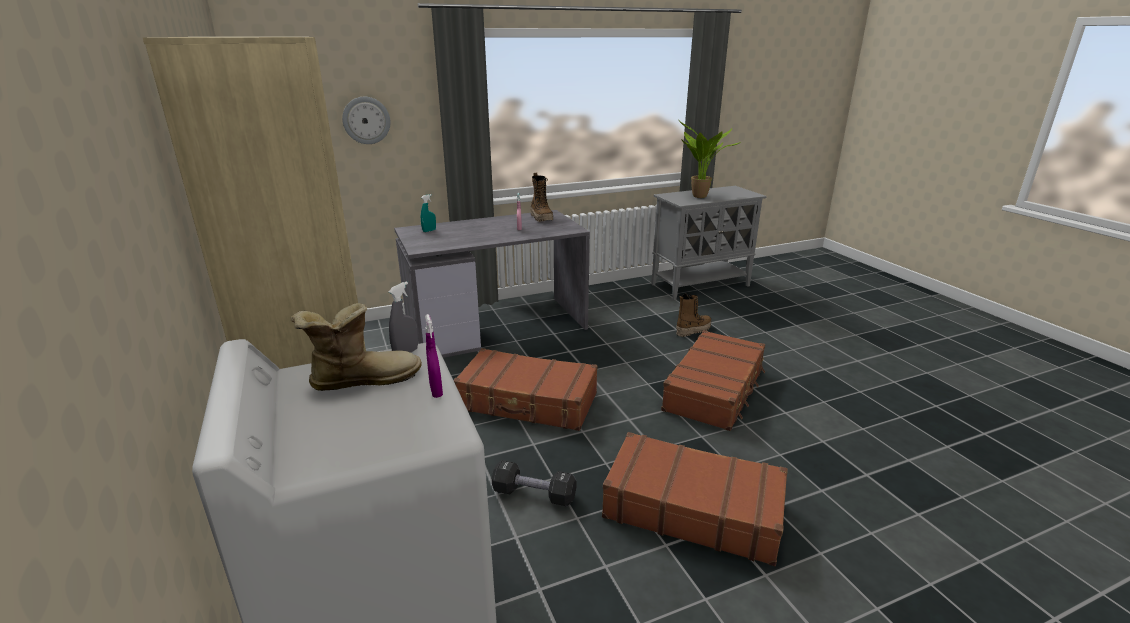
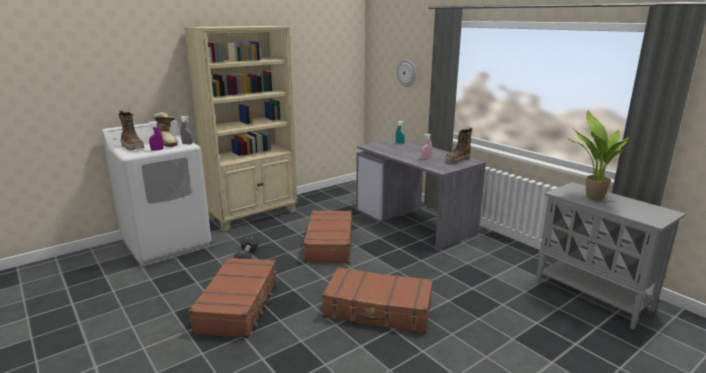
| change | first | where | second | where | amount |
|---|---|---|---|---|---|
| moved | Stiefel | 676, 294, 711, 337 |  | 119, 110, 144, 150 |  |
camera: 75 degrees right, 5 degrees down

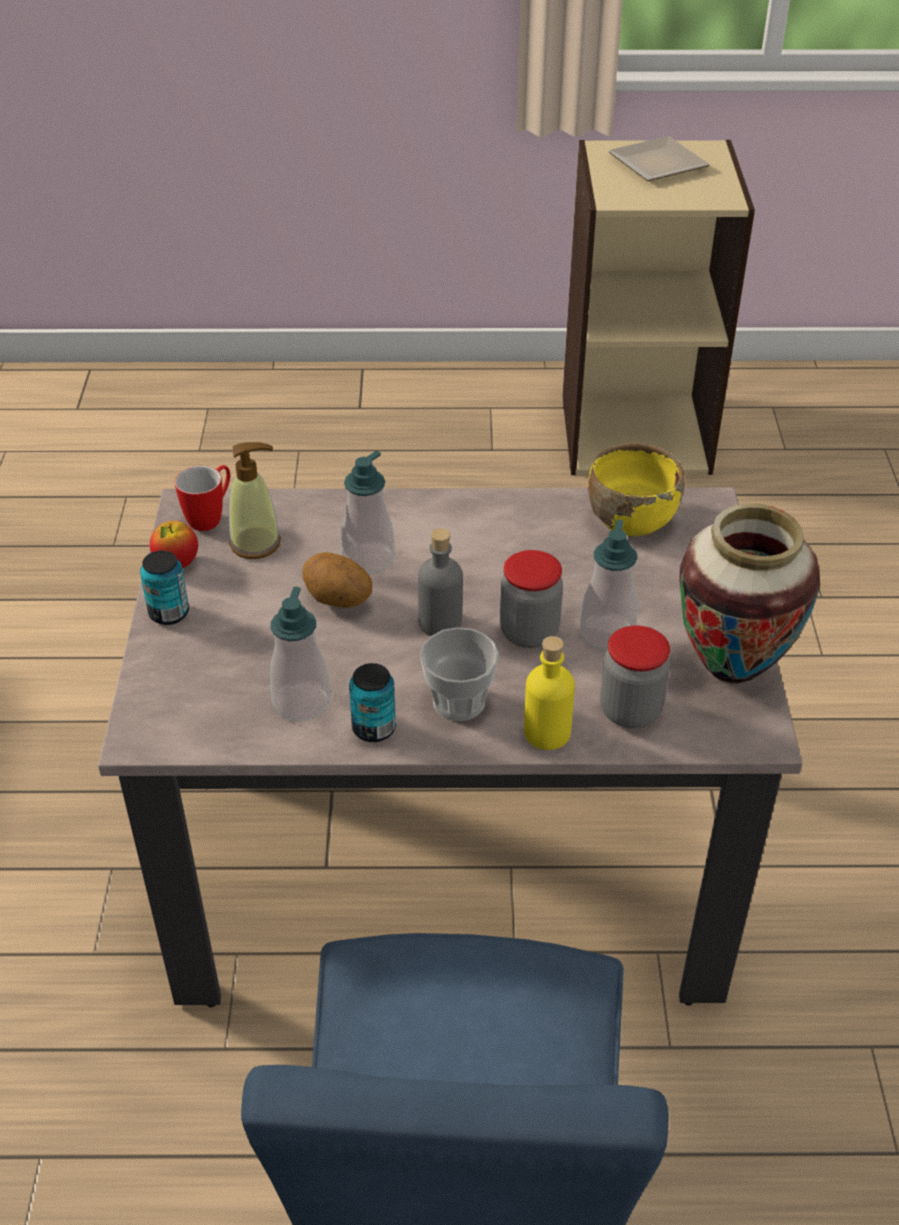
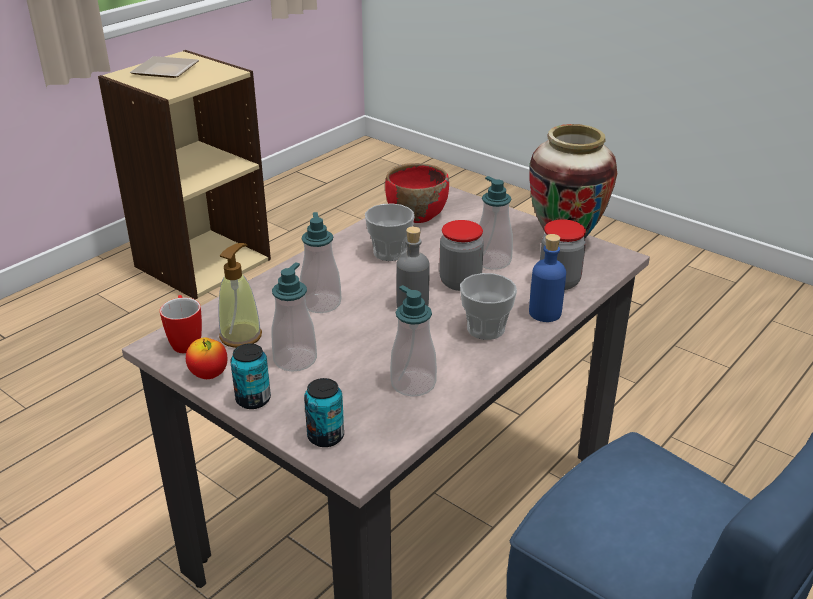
| change | first | where | second | where | amount |
|---|---|---|---|---|---|
| removed | Kartoffel | 303, 552, 372, 608 |  |  |  |
| moved | Dose | 349, 663, 396, 742 |  | 304, 378, 344, 447 |  |
| recoloured | Flasche (gelb) | 524, 636, 575, 750 | Flasche (blau) | 529, 234, 566, 322 |  |
| recoloured | Schüssel (gelb) | 588, 442, 685, 536 | Schüssel (rot) | 385, 163, 449, 223 |  |
| added |  |  | Seifenspender | 271, 263, 317, 372 |  |
| added |  |  | Tasse | 365, 203, 414, 261 |  |
camera: 50 degrees left, 10 degrees down

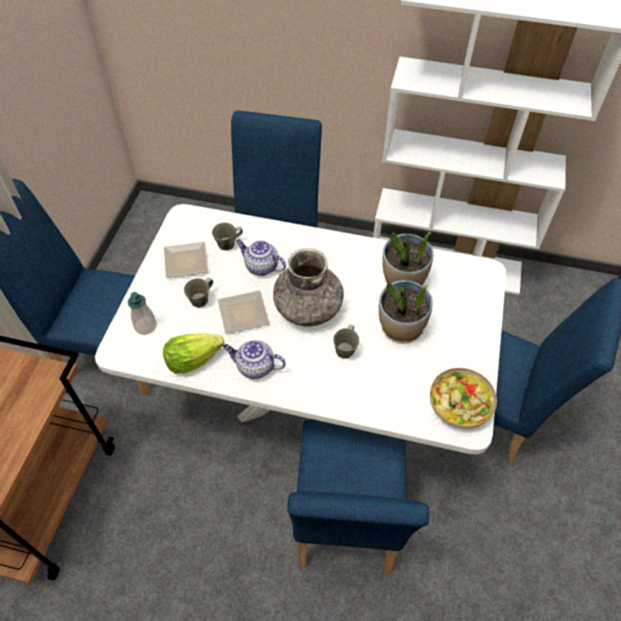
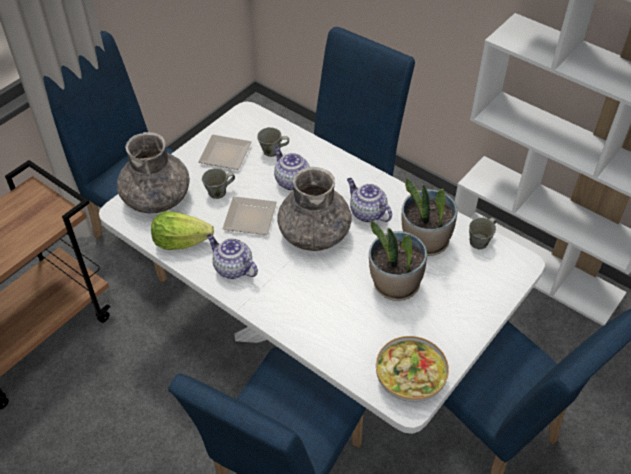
| change | first | where | second | where | amount |
|---|---|---|---|---|---|
| replaced | Seifenspender | 128, 292, 157, 335 | Vase (grau) | 117, 132, 190, 213 |  |
| moved | Henkelbecher (grau) | 333, 325, 359, 358 |  | 469, 218, 496, 250 |  |
| added |  |  | Teekanne | 347, 178, 392, 222 |  |
camera: 25 degrees right, 5 degrees down

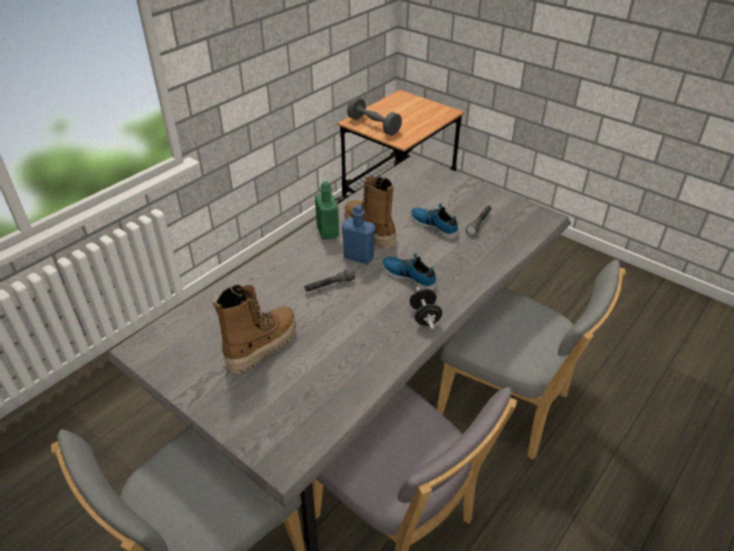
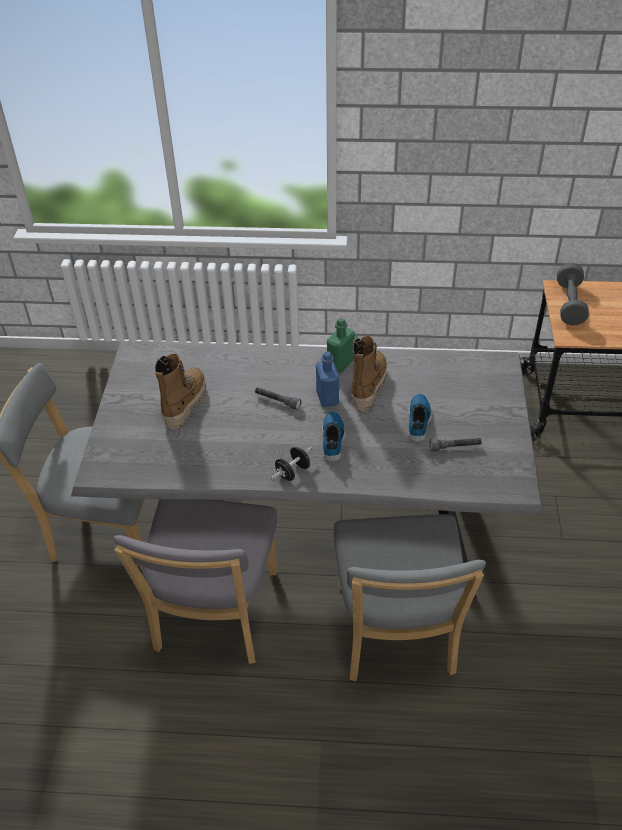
| change | first | where | second | where | amount |
|---|---|---|---|---|---|
| turned | Stiefel | 213, 284, 296, 374 |  | 155, 354, 206, 429 | 75 degrees counterclockwise |
camera: 55 degrees right, 5 degrees up

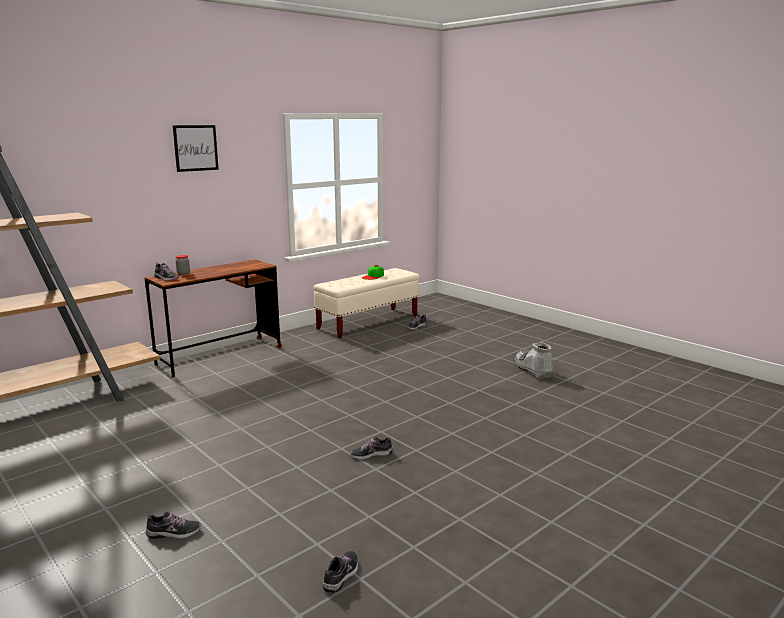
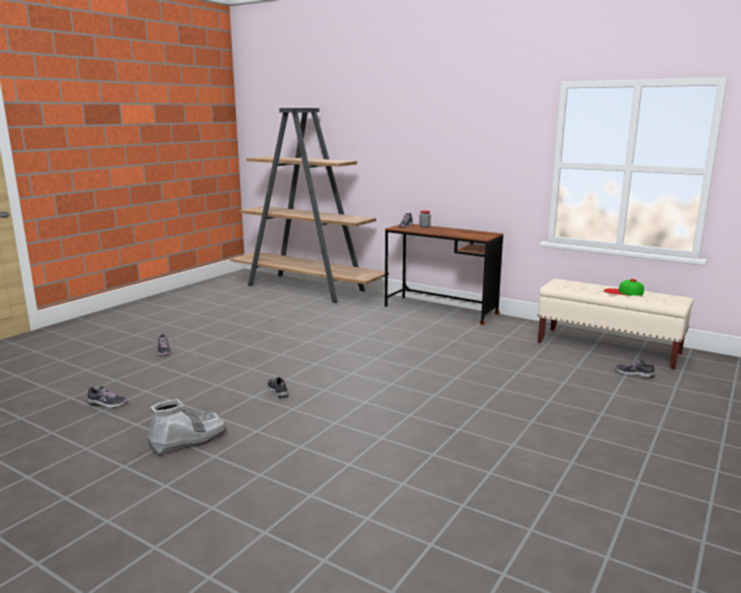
| change | first | where | second | where | amount |
|---|---|---|---|---|---|
| removed | Bild | 173, 125, 219, 172 |  |  |  |
| moved | Stiefel (grau) | 515, 342, 555, 380 |  | 148, 399, 227, 456 |  |
camera: 75 degrees right, 0 degrees up

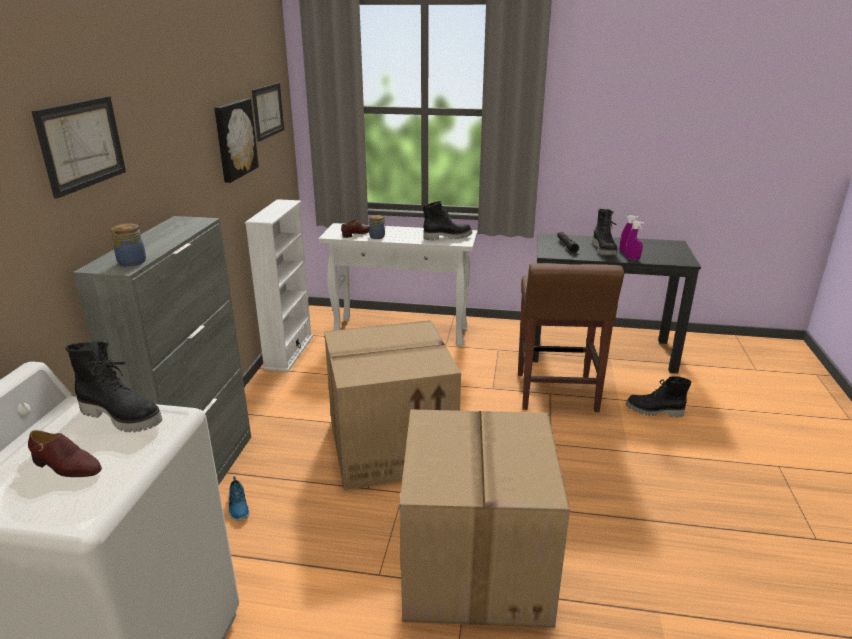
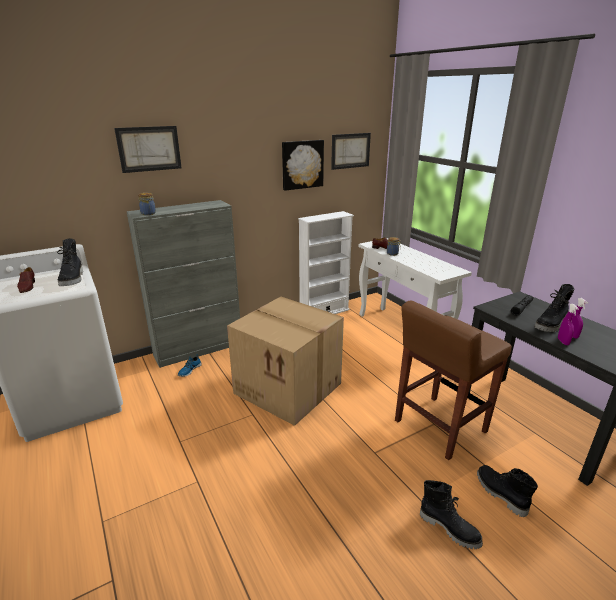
| change | first | where | second | where | amount |
|---|---|---|---|---|---|
| removed | Karton | 399, 409, 570, 628 |  |  |  |
| moved | Stiefel (schwarz) | 423, 201, 472, 240 |  | 420, 480, 483, 549 |  |
camera: 50 degrees right, 0 degrees up

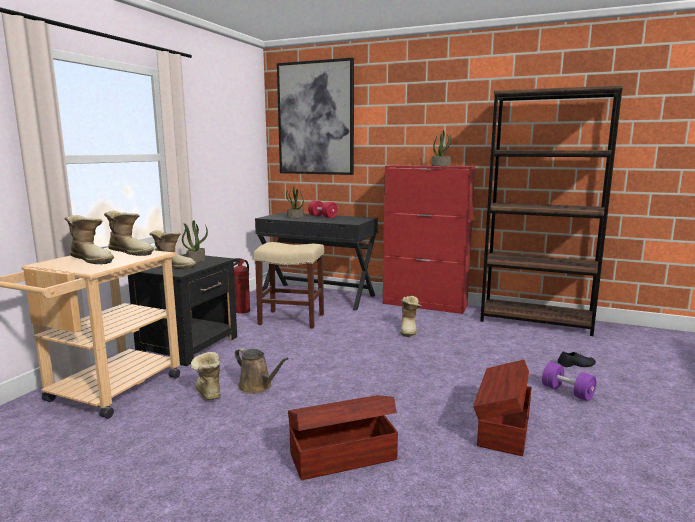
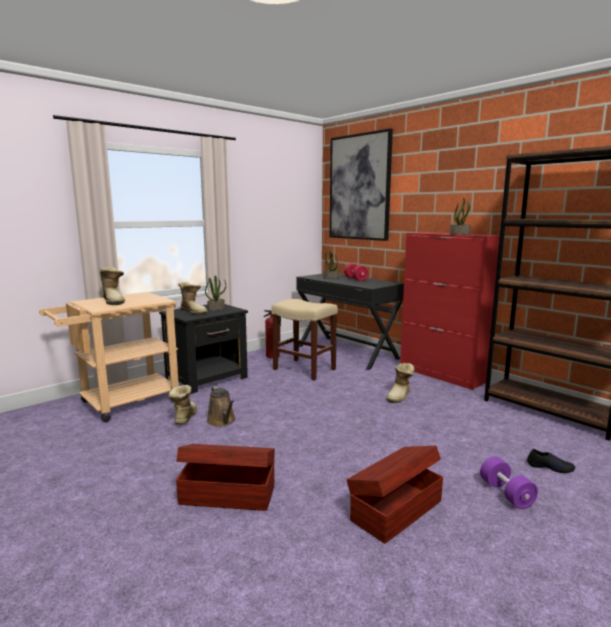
| change | first | where | second | where | amount |
|---|---|---|---|---|---|
| removed | Stiefel | 104, 211, 154, 256 |  |  |  |
camera: 25 degrees right, 0 degrees up

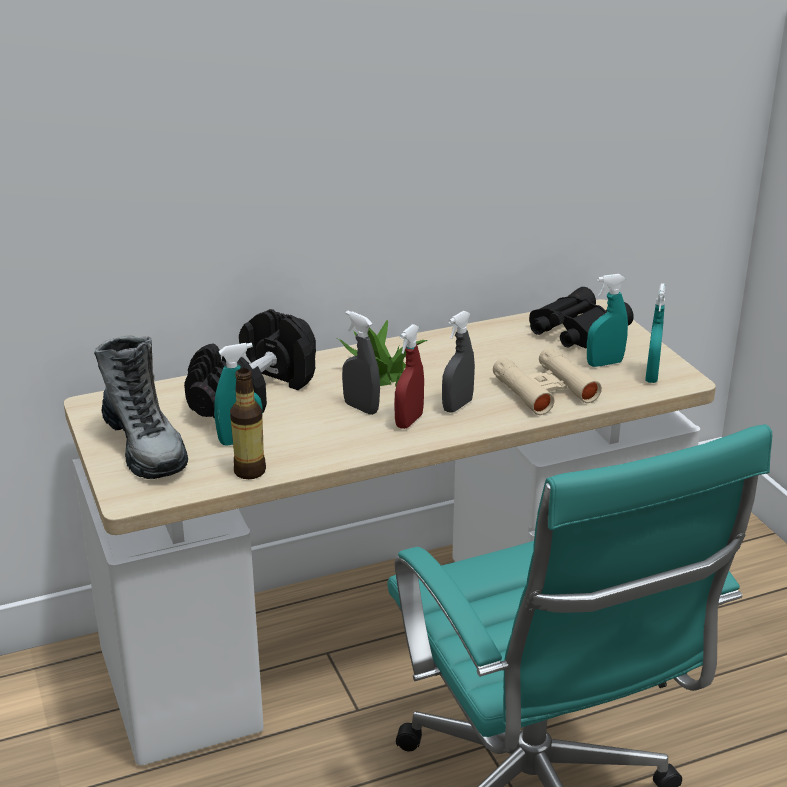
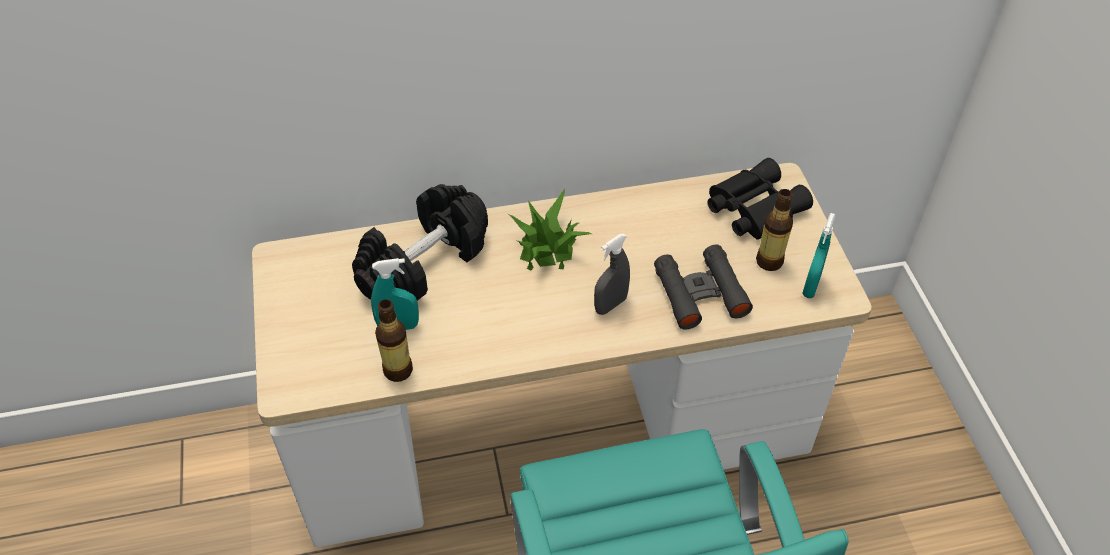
| change | first | where | second | where | amount |
|---|---|---|---|---|---|
| removed | Stiefel | 94, 336, 188, 479 |  |  |  |
| removed | Sprühflasche (grau) | 342, 310, 380, 415 |  |  |  |
| removed | Sprühflasche (rot) | 394, 324, 424, 429 |  |  |  |
| recoloured | Fernglas (beige) | 493, 347, 602, 415 | Fernglas (schwarz) | 654, 244, 753, 330 |  |
| replaced | Sprühflasche (türkis) | 587, 274, 628, 367 | Flasche | 756, 189, 793, 271 |  |
camera: 10 degrees right, 20 degrees up

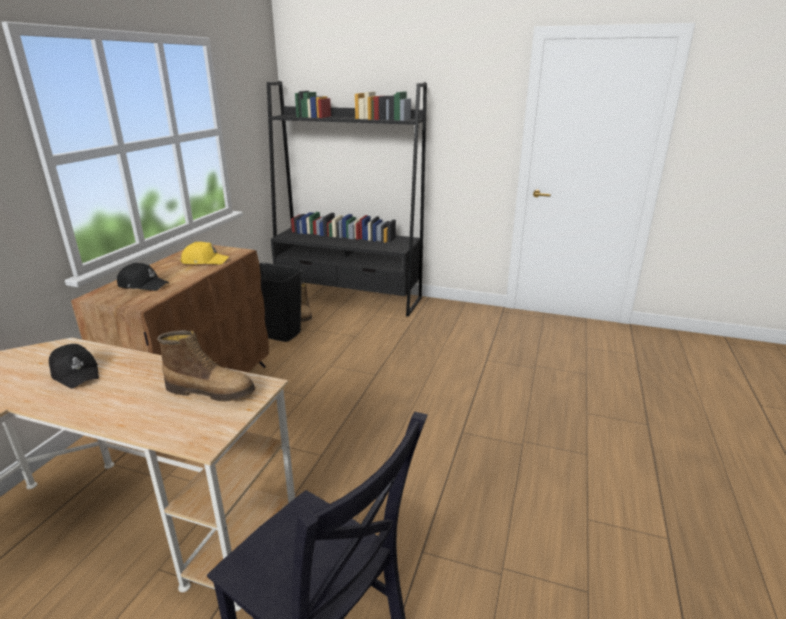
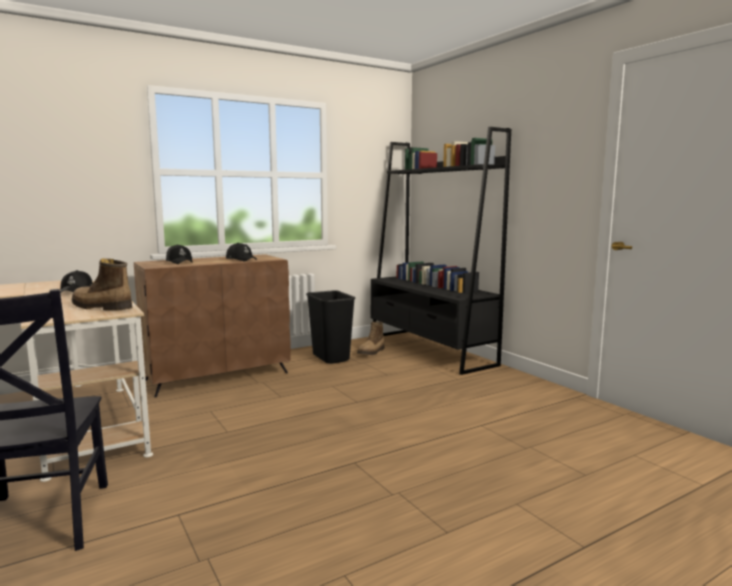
| change | first | where | second | where | amount |
|---|---|---|---|---|---|
| turned | Stiefel | 157, 330, 255, 401 |  | 72, 258, 132, 311 | 150 degrees clockwise |
| recoloured | Kappe (gelb) | 181, 242, 229, 265 | Kappe (schwarz) | 226, 243, 257, 261 |  |
camera: 40 degrees right, 15 degrees down

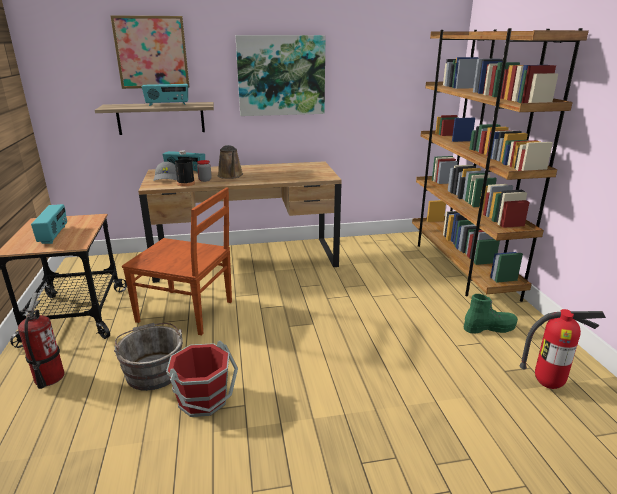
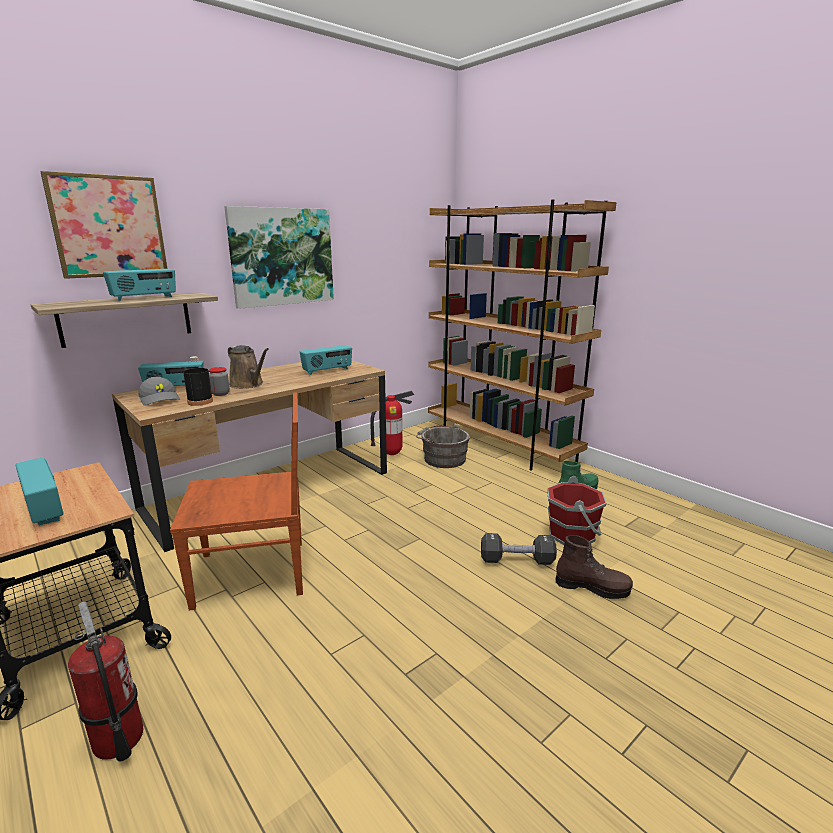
| change | first | where | second | where | amount |
|---|---|---|---|---|---|
| moved | Eimer (grau) | 114, 323, 182, 391 |  | 416, 424, 470, 468 |  |
| moved | Eimer (rot) | 166, 341, 238, 417 |  | 547, 476, 607, 545 |  |
| moved | Feuerlöscher | 519, 309, 606, 389 |  | 370, 391, 414, 455 |  |
| added |  |  | Radio | 300, 345, 352, 375 |  |
| added |  |  | Hantel (schwarz) | 481, 533, 557, 565 |  |
| added |  |  | Stiefel (braun) | 556, 535, 633, 599 |  |
camera: 30 degrees left, 5 degrees down

